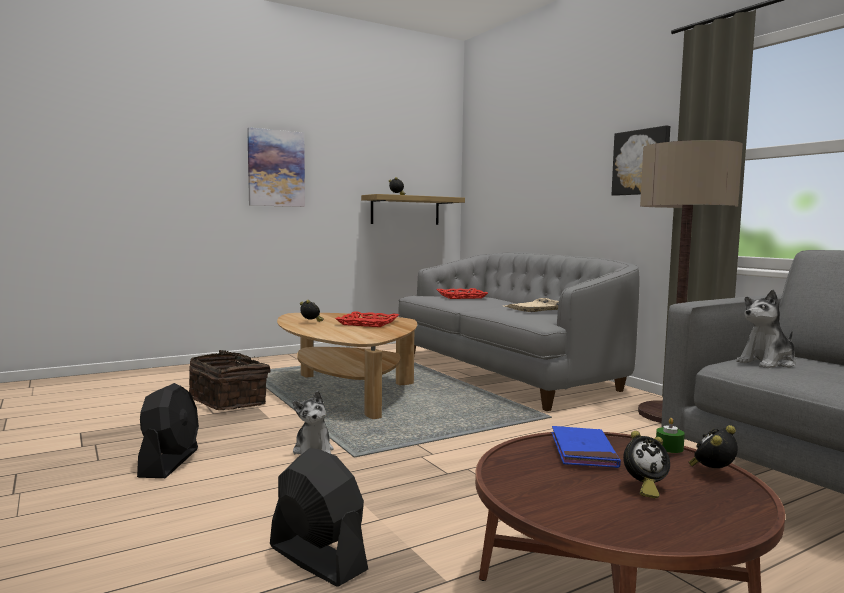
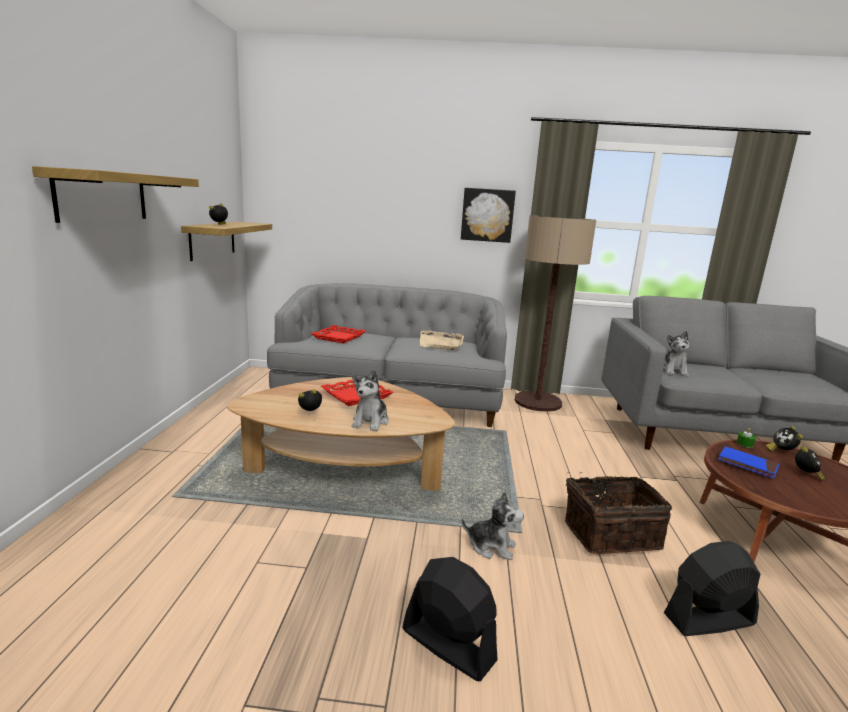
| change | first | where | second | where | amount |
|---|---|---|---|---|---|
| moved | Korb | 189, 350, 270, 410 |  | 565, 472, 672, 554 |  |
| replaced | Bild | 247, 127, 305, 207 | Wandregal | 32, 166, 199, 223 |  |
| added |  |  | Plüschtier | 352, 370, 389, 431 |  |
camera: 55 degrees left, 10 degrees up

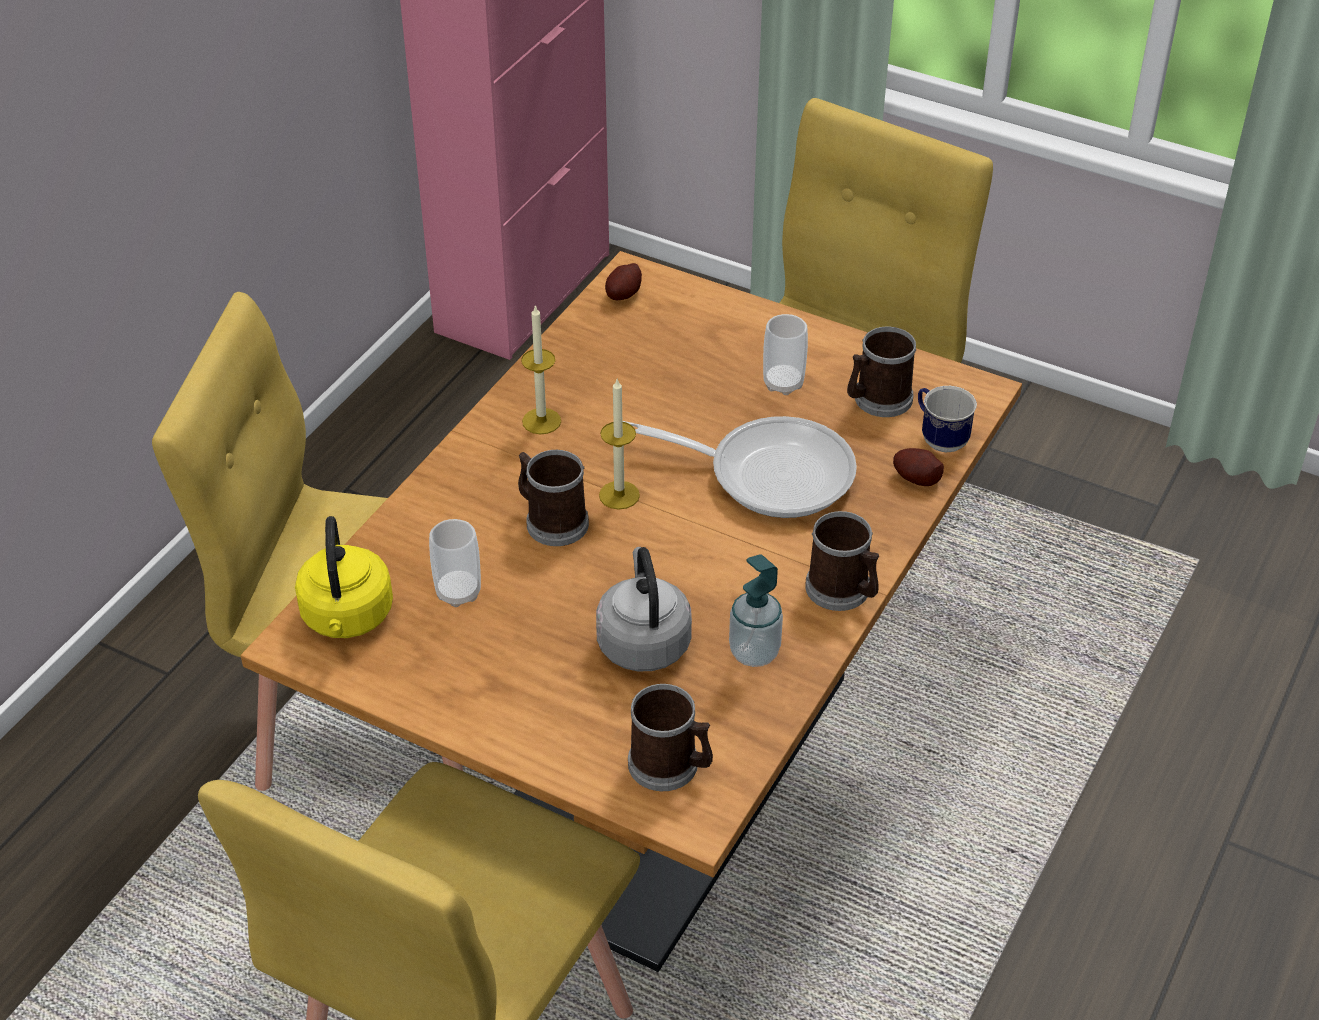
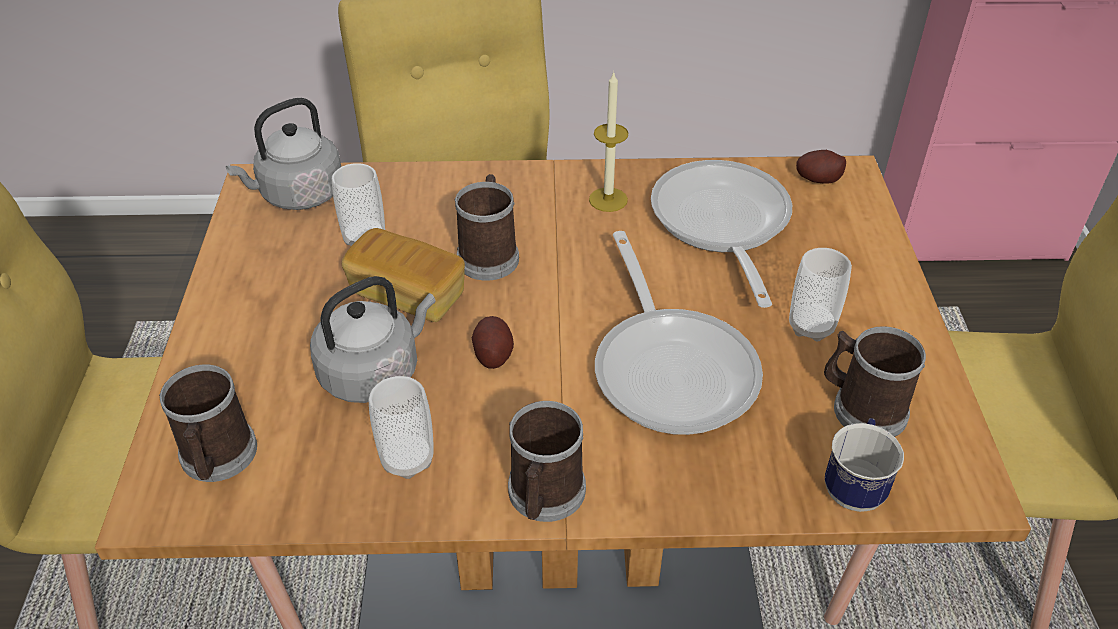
| change | first | where | second | where | amount |
|---|---|---|---|---|---|
| recoloured | Wasserkessel (gelb) | 295, 516, 393, 638 | Wasserkessel (grau) | 226, 98, 341, 210 |  |
| removed | Kerze | 599, 379, 640, 510 |  |  |  |
| replaced | Seifenspender | 729, 554, 783, 667 | Tasse | 369, 376, 434, 479 |  |
| moved | Kartoffel | 893, 448, 944, 486 |  | 472, 316, 514, 369 |  |
| added |  |  | Brot | 342, 228, 465, 322 |  |
| added |  |  | Pfanne | 651, 160, 792, 308 |  |
camera: 60 degrees right, 0 degrees up

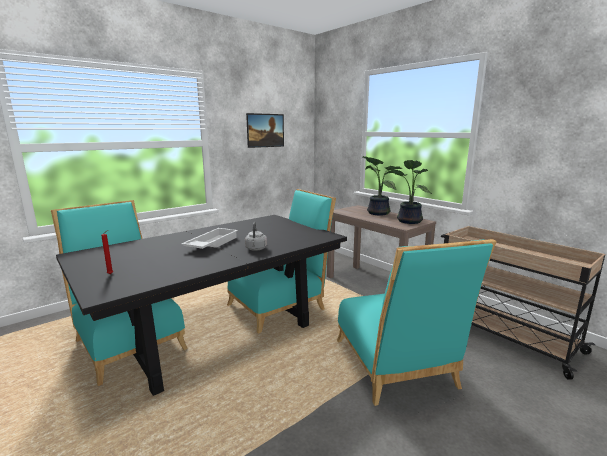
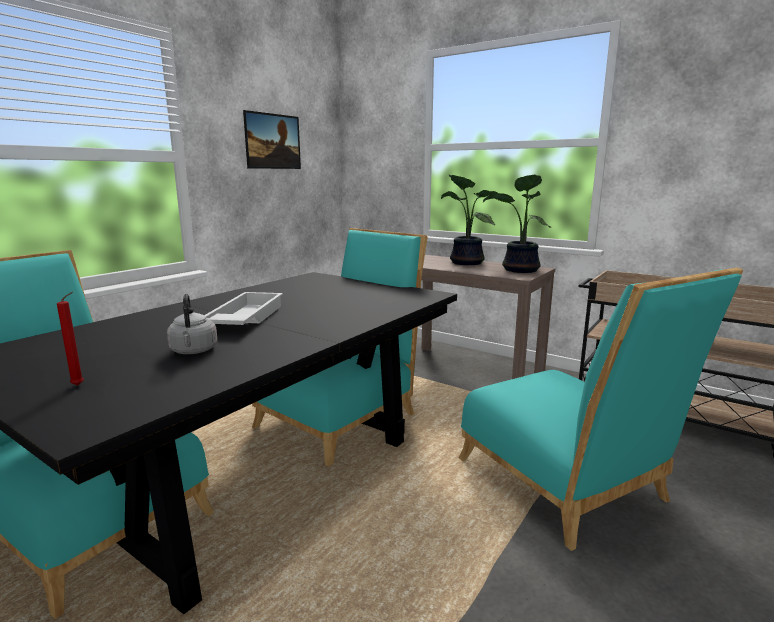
| change | first | where | second | where | amount |
|---|---|---|---|---|---|
| moved | Wasserkessel (grau) | 245, 222, 267, 251 |  | 167, 294, 217, 354 |  |
camera: 15 degrees left, 0 degrees up

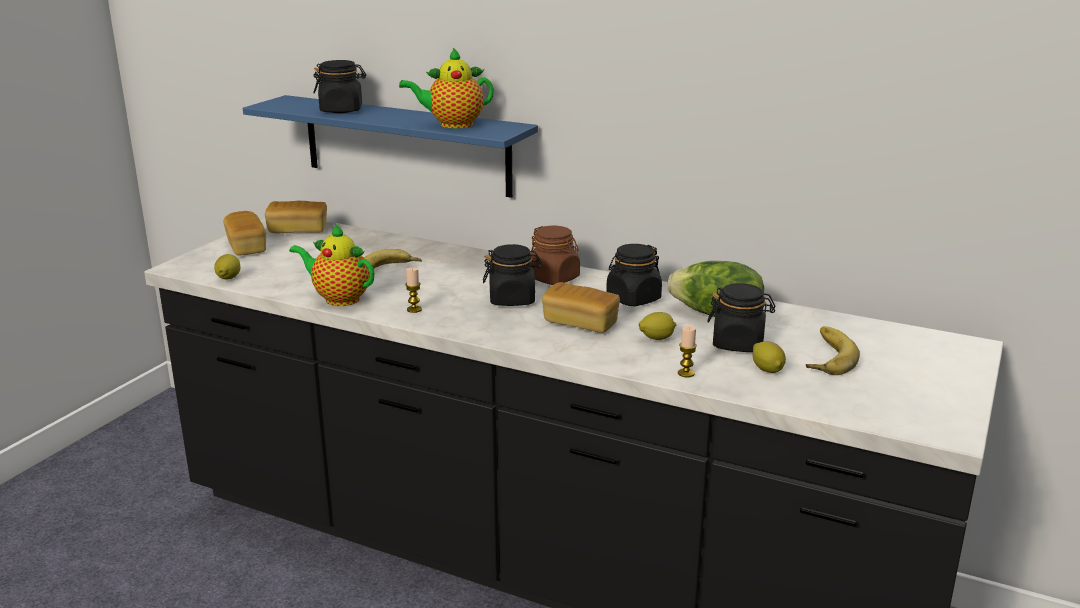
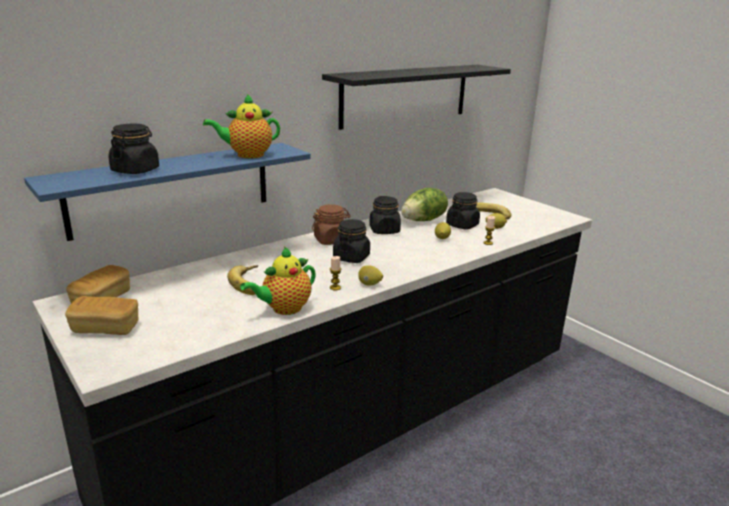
| change | first | where | second | where | amount |
|---|---|---|---|---|---|
| moved | Zitrone | 214, 254, 240, 279 |  | 358, 265, 383, 285 |  |
| turned | Teekanne | 399, 47, 494, 128 |  | 203, 93, 280, 158 | 60 degrees clockwise |
| removed | Brot | 542, 282, 620, 333 |  |  |  |
| added |  |  | Wandregal (schwarz) | 322, 65, 511, 130 |  |
camera: 65 degrees left, 0 degrees up

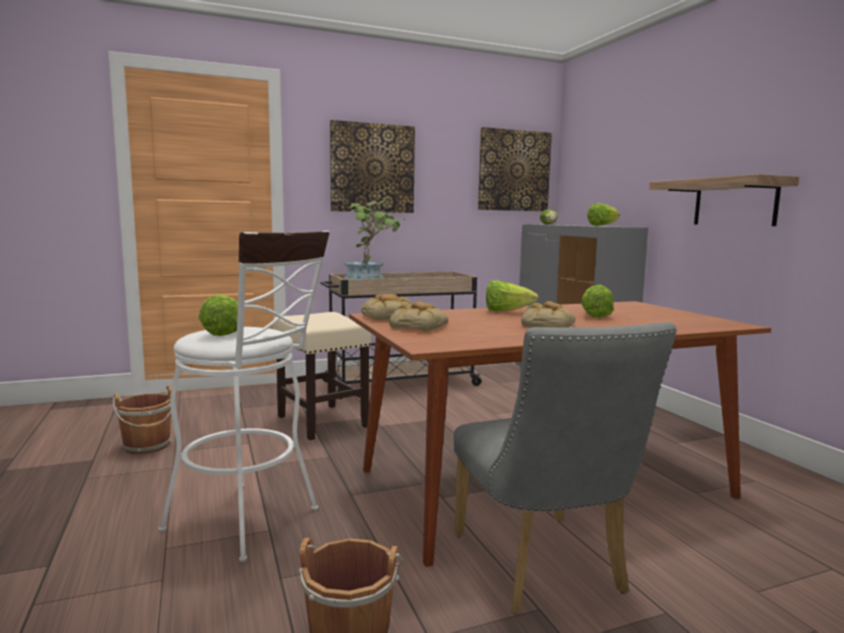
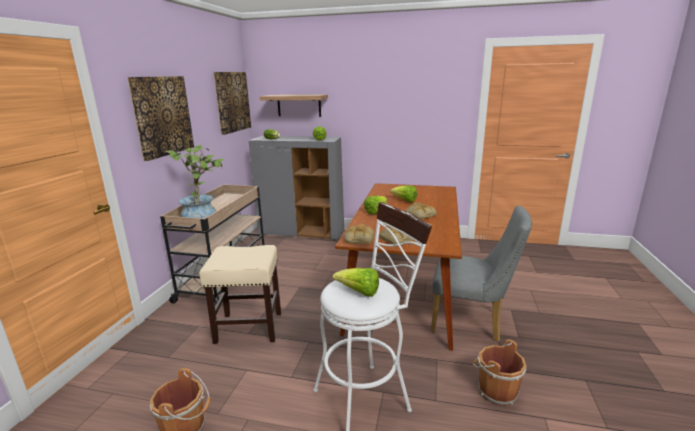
| change | first | where | second | where | amount |
|---|---|---|---|---|---|
| moved | Wandregal | 649, 174, 799, 226 |  | 260, 94, 328, 117 |  |
camera: 55 degrees left, 10 degrees up

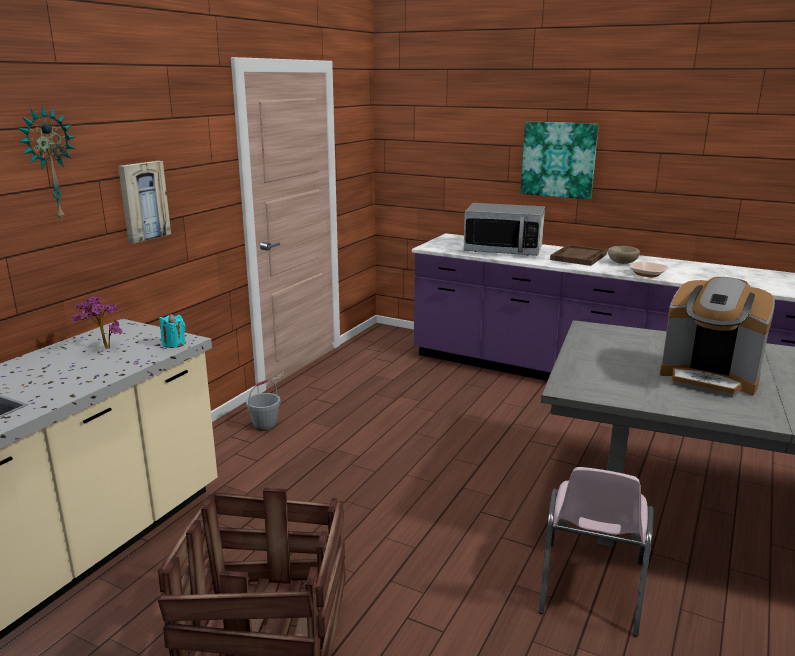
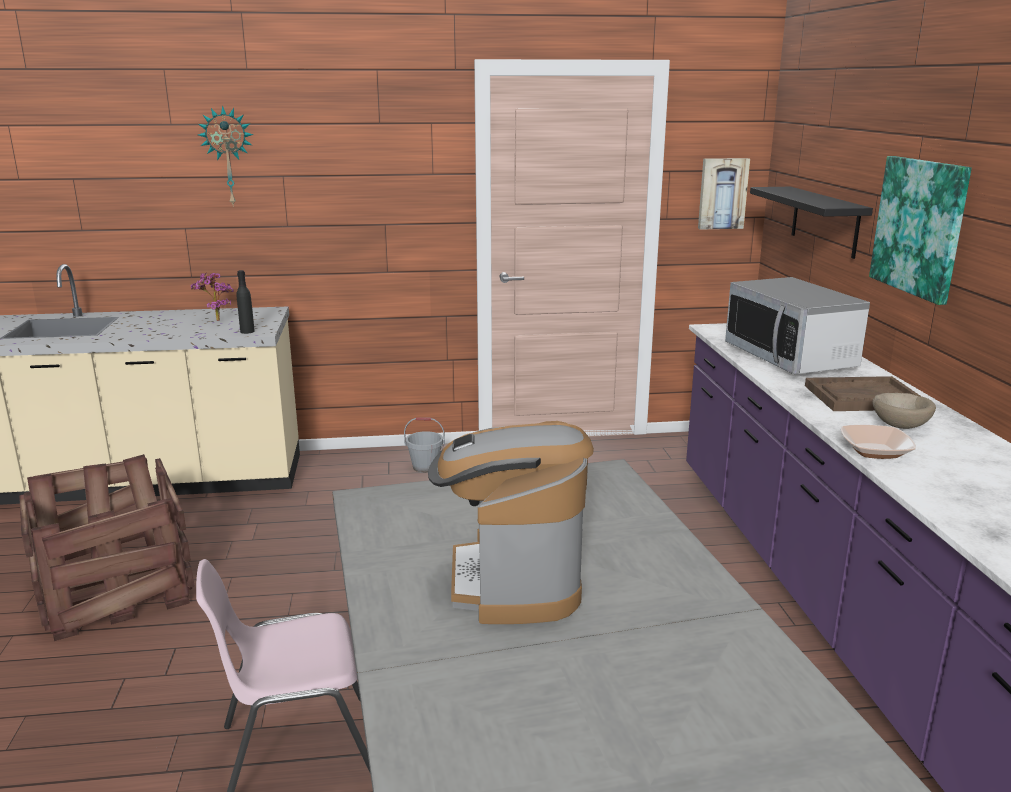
| change | first | where | second | where | amount |
|---|---|---|---|---|---|
| moved | Bild | 118, 161, 171, 243 |  | 698, 158, 750, 230 |  |
| replaced | Kerze (türkis) | 159, 314, 186, 348 | Flasche (schwarz) | 236, 270, 255, 334 |  |
| added |  |  | Wandregal (schwarz) | 750, 187, 873, 259 |  |
camera: 55 degrees right, 0 degrees up

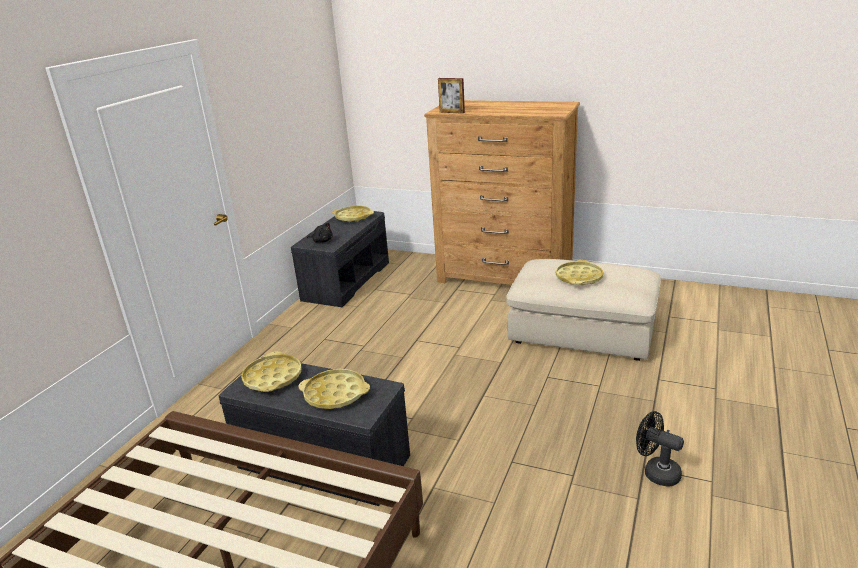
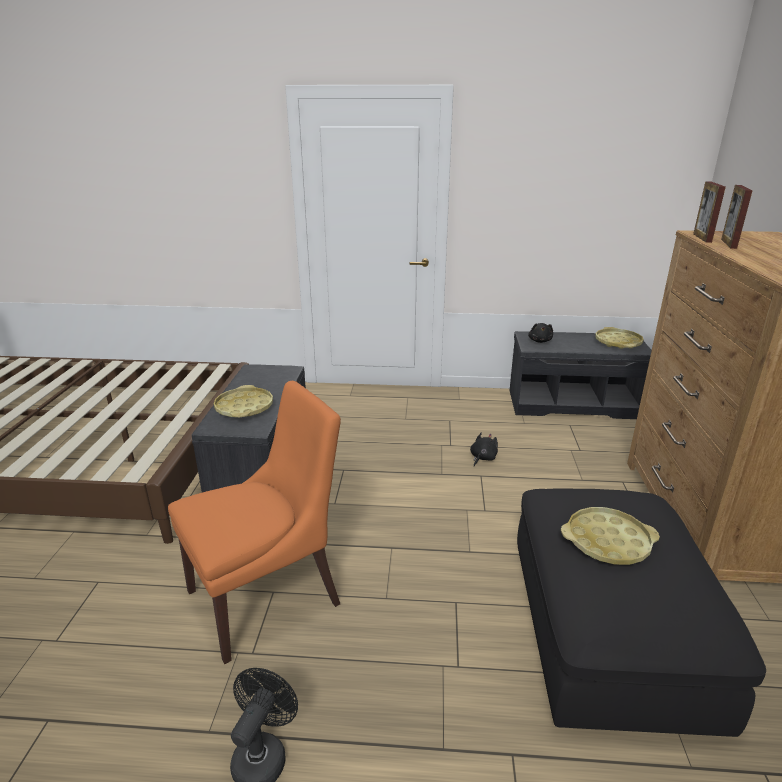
| change | first | where | second | where | amount |
|---|---|---|---|---|---|
| removed | Tablett (gelb) | 241, 351, 302, 392 |  |  |  |
| recoloured | Polsterhocker (beige) | 506, 259, 661, 361 | Polsterhocker (schwarz) | 517, 488, 766, 737 |  |
| added |  |  | Stuhl (orange) | 168, 381, 341, 664 |  |
| added |  |  | Plüschtier (schwarz) | 470, 433, 498, 466 |  |
| added |  |  | Bilderrahmen | 721, 185, 753, 249 |  |
camera: 70 degrees right, 0 degrees up

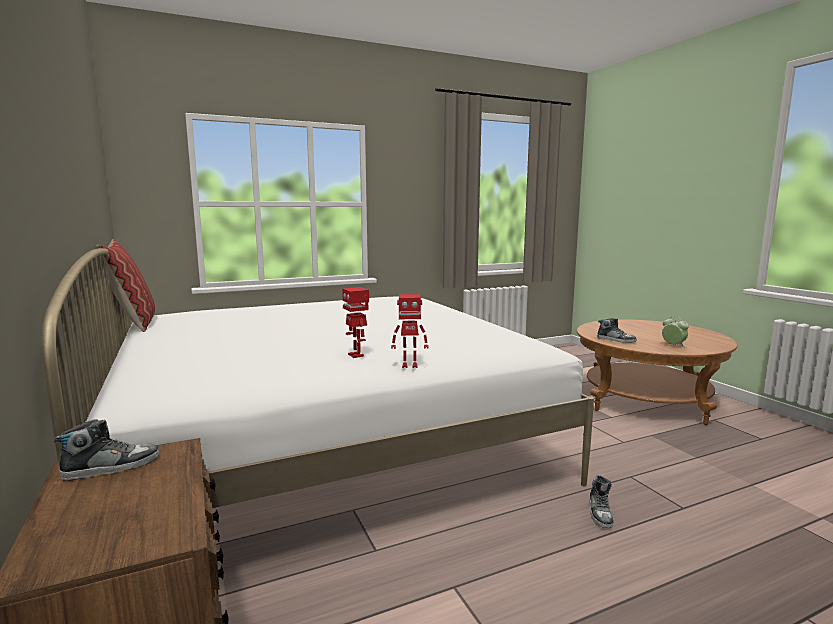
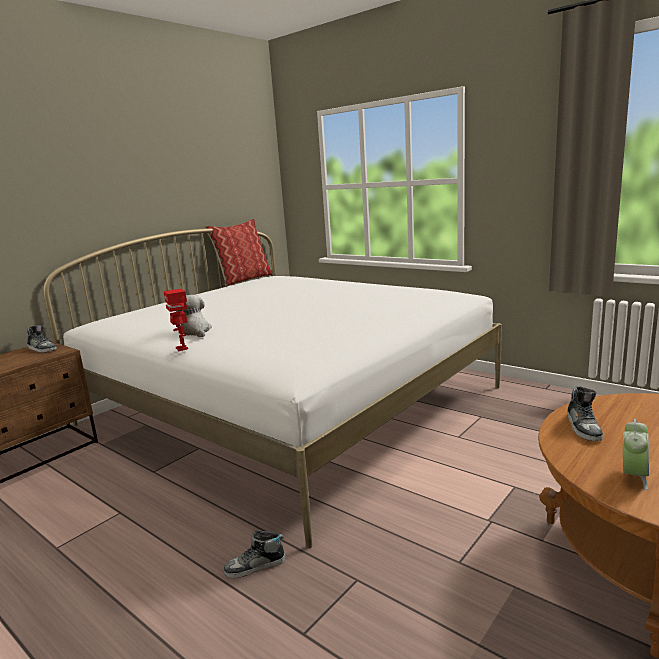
| change | first | where | second | where | amount |
|---|---|---|---|---|---|
| replaced | Spielzeugroboter | 342, 287, 369, 358 | Plüschtier | 176, 295, 212, 337 |  |
camera: 65 degrees right, 5 degrees up

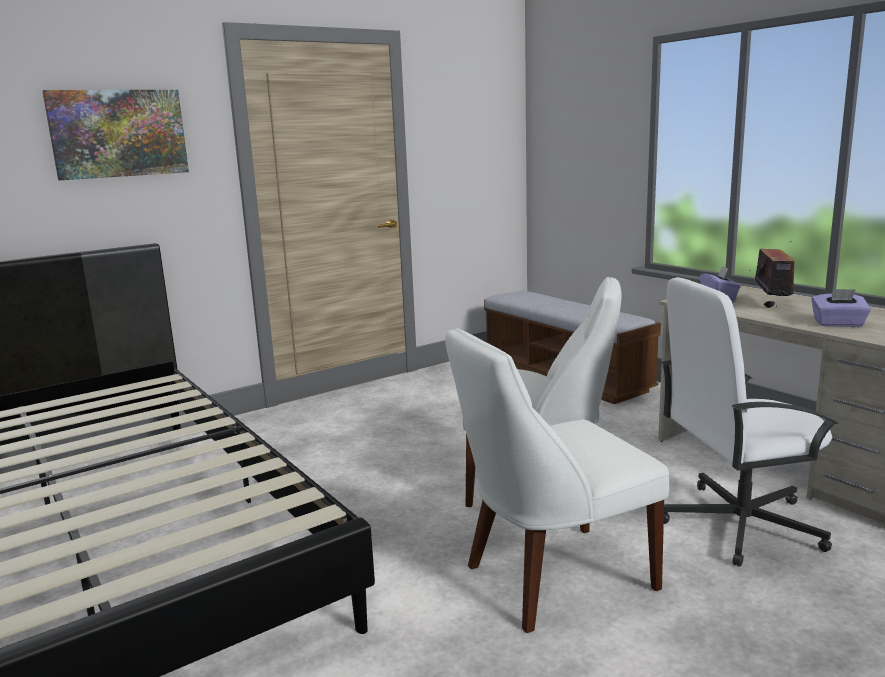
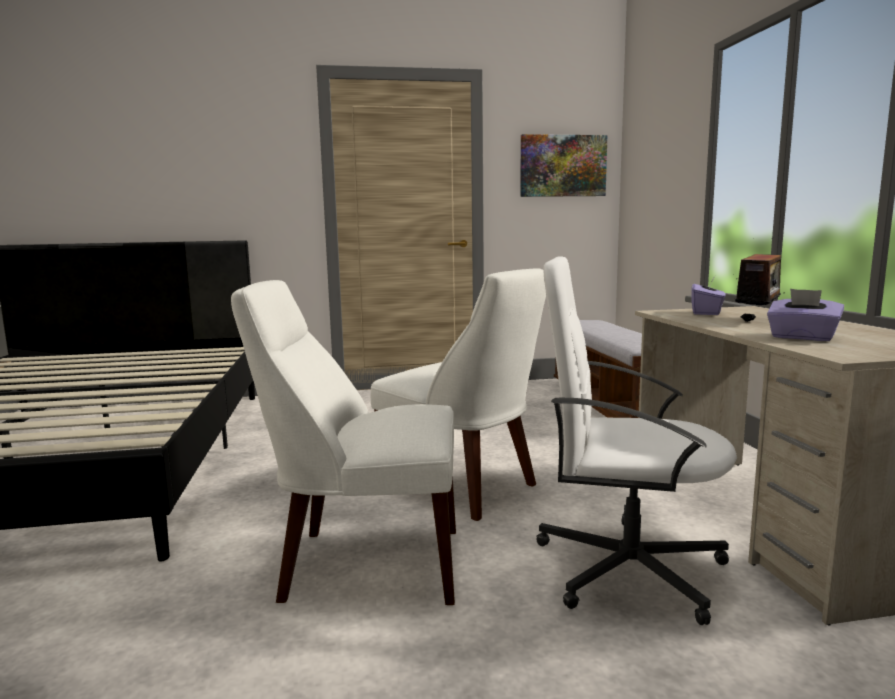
| change | first | where | second | where | amount |
|---|---|---|---|---|---|
| moved | Bild | 42, 90, 189, 180 |  | 520, 134, 608, 197 |  |
camera: 25 degrees right, 5 degrees down

